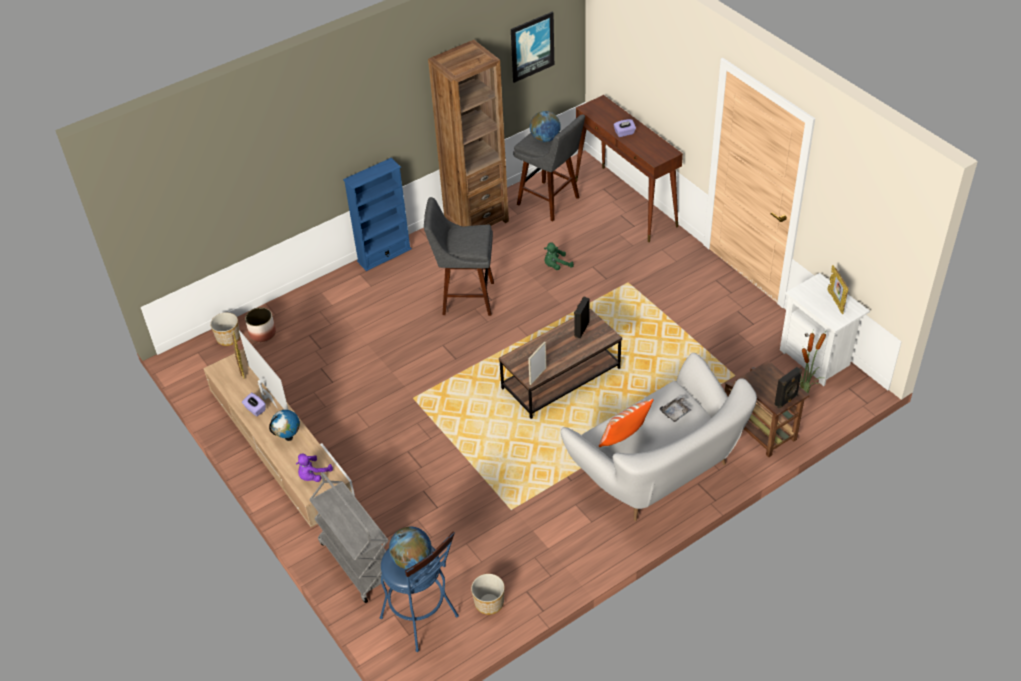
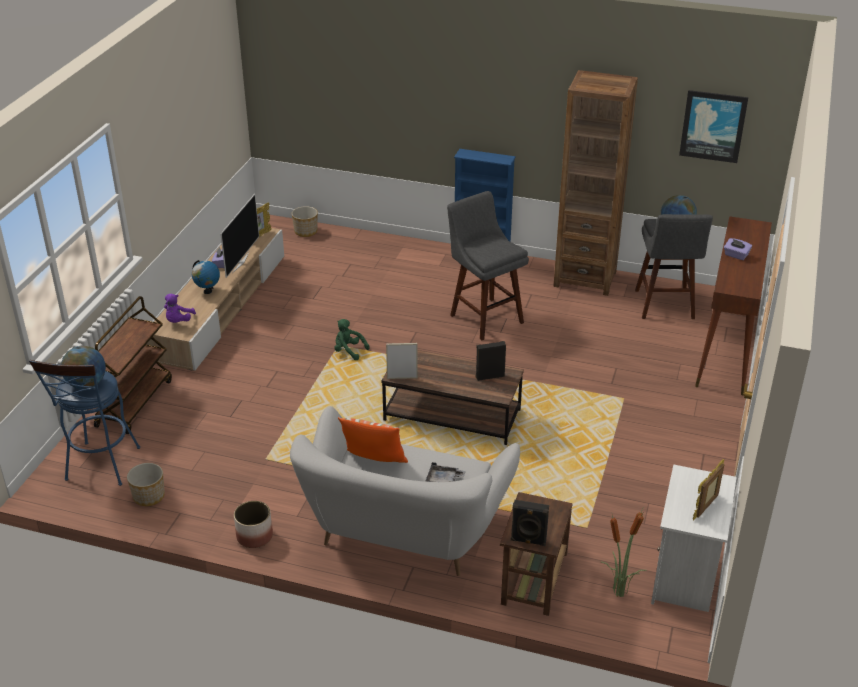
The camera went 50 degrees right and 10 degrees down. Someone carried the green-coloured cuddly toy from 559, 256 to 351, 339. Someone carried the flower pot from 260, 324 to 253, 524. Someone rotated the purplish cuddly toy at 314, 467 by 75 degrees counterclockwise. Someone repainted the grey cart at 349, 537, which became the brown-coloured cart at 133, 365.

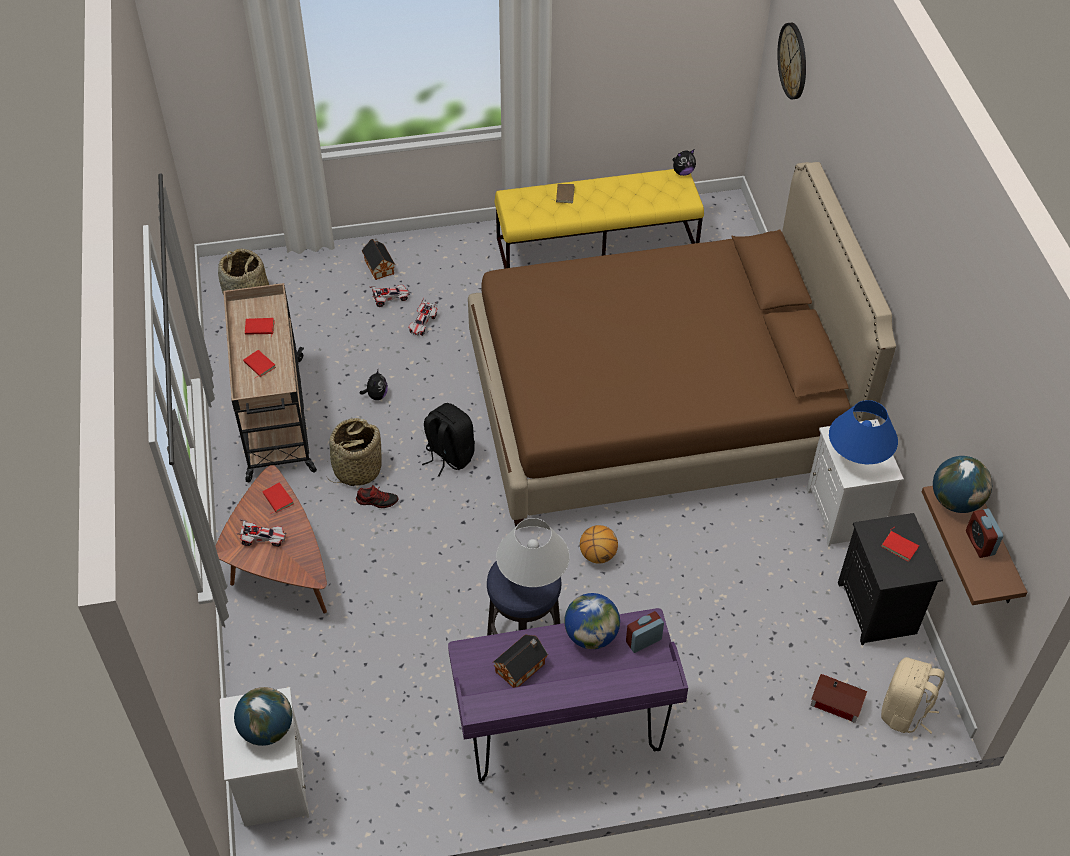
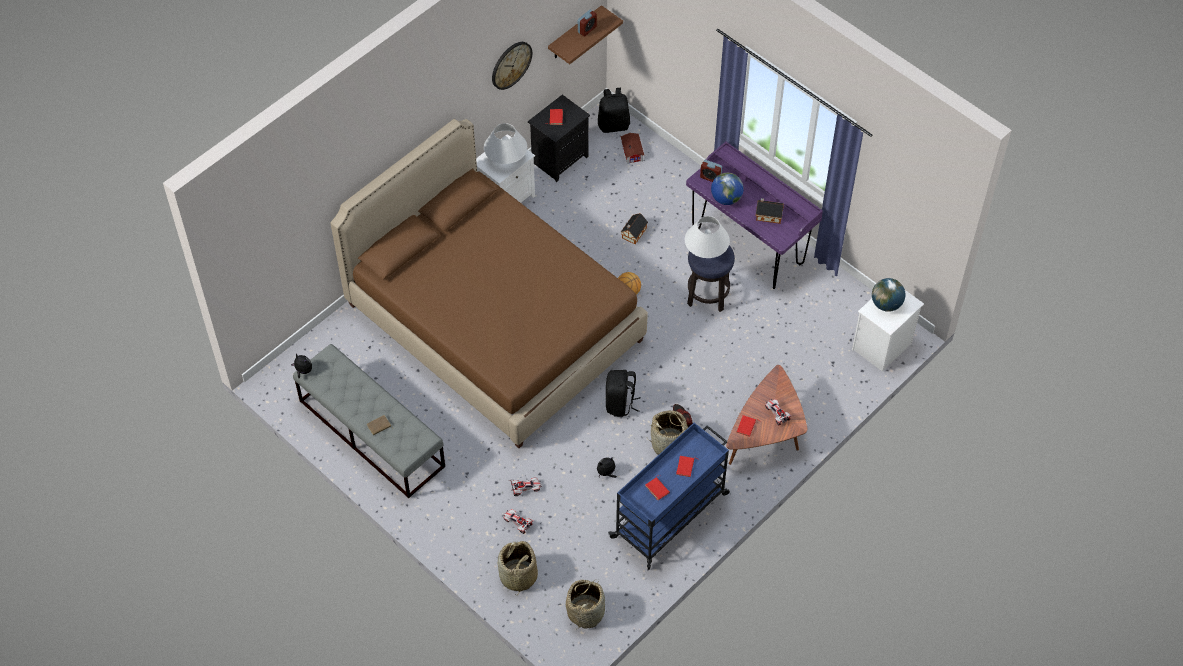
The camera went 125 degrees left and 5 degrees up. Someone carried the hanging clock from 791, 61 to 512, 66. Someone repainted the yellow-coloured indoor bench at 599, 219, which became the grey indoor bench at 369, 421. Someone carried the miniature house from 378, 259 to 634, 228. Someone repainted the sand-coloured cart at 270, 382, which became the blue-coloured cart at 669, 496. Someone repainted the blue-coloured table lamp at 863, 432, which became the whitish table lamp at 505, 143. Someone took away the world globe at 962, 484. Someone repainted the sand-coloured rucksack at 913, 695, which became the black rucksack at 614, 110. Someone put down the household basket at 517, 567.

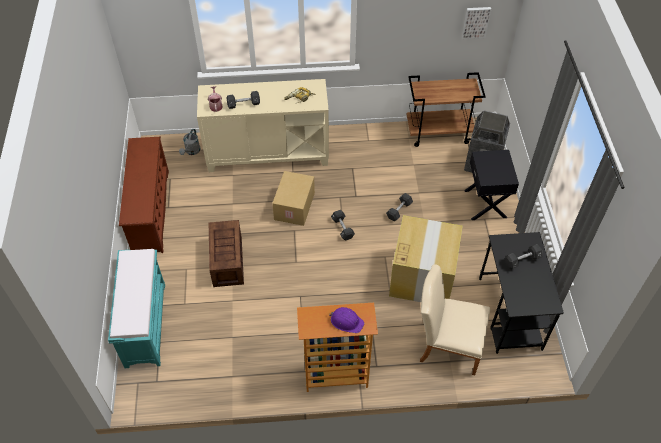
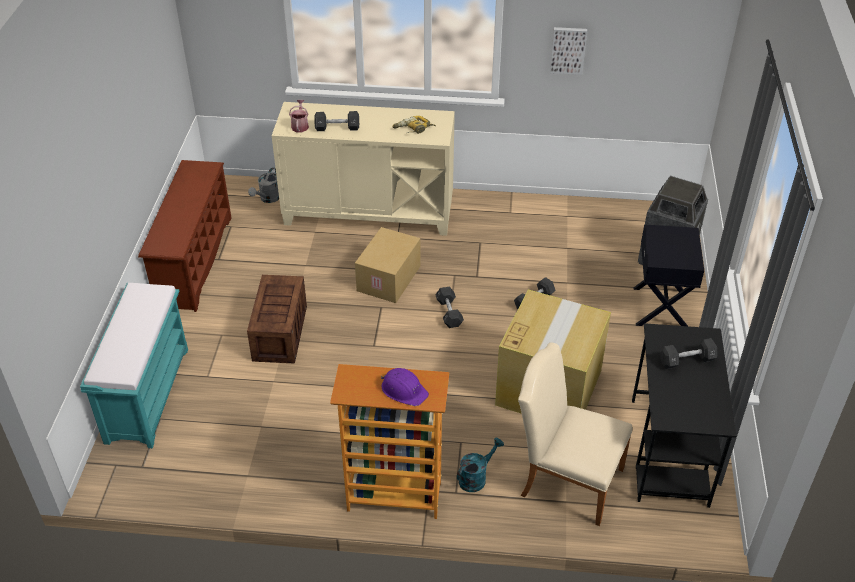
The camera went 10 degrees right and 10 degrees down. Someone carried the picture from 476, 23 to 568, 51. Someone took away the brown-coloured cart at 446, 109. Someone put down the turquoise-coloured watering pot at 480, 465.

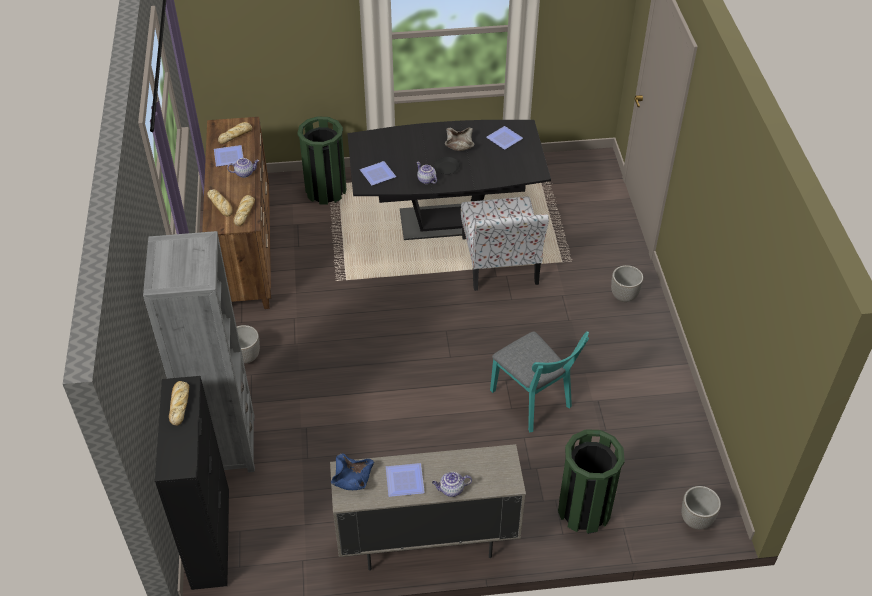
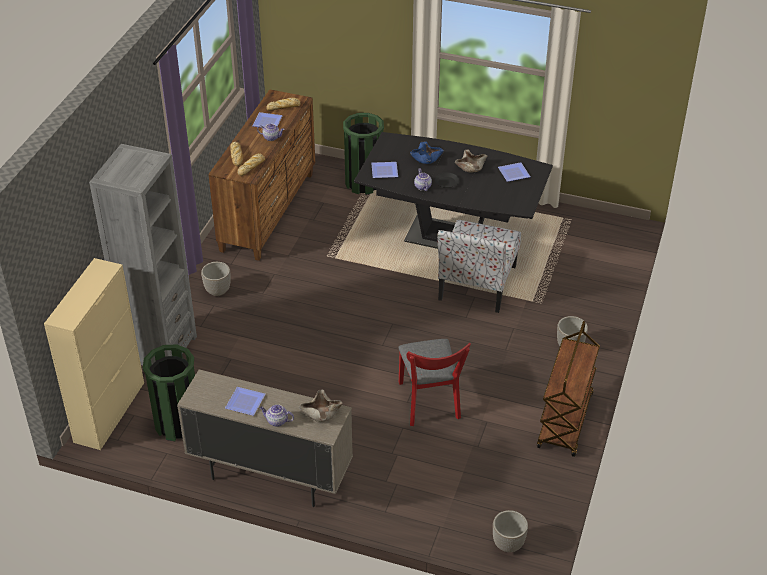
The camera went 25 degrees right and 5 degrees down. Someone repainted the turquoise-coloured plain chair at 539, 382, which became the red-coloured plain chair at 434, 382. Someone repainted the black cupboard at 192, 483, which became the sand-coloured cupboard at 94, 354. Someone took away the bread at 179, 403. Someone carried the green-coloured trash can from 591, 481 to 169, 393. Someone carried the blue-coloured deep dish from 352, 472 to 427, 153. Someone put down the brown-coloured cart at 568, 389. Someone put down the sand-coloured deep dish at 321, 406.

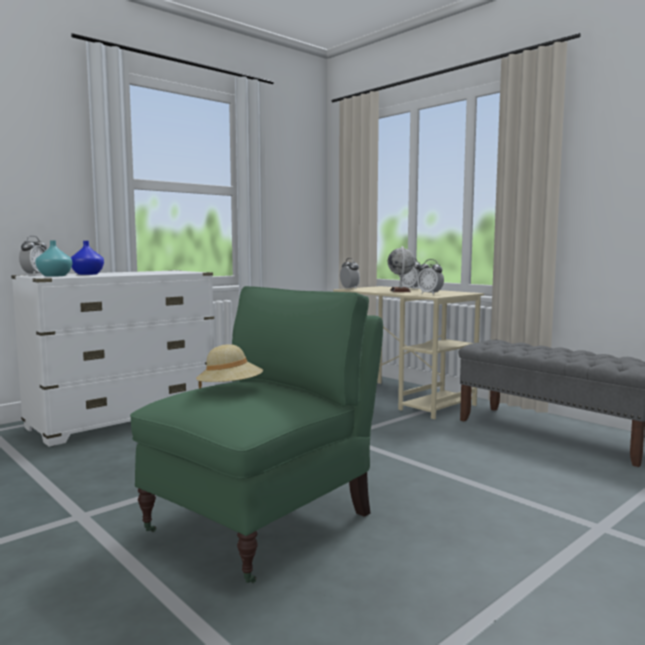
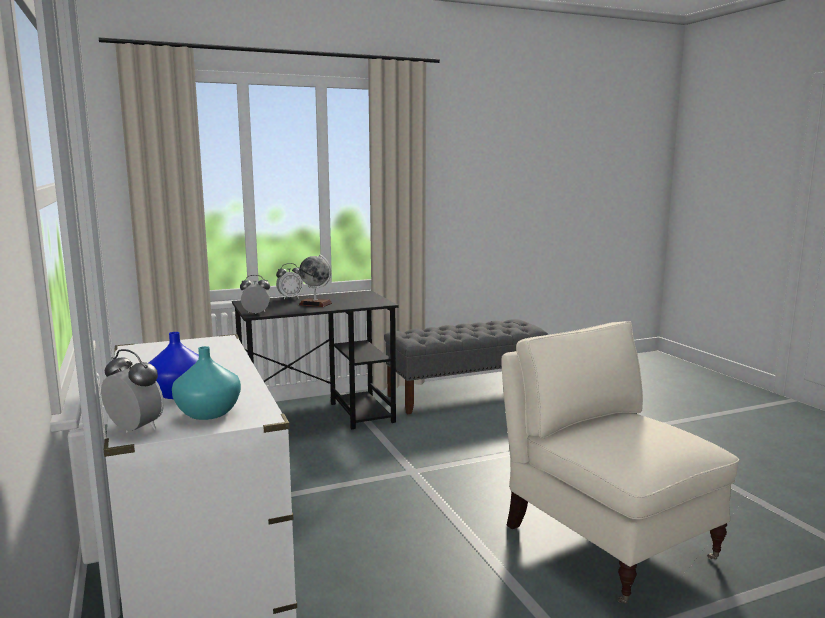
The camera went 70 degrees left and 5 degrees up. Someone took away the alarm clock at 430, 277. Someone repainted the green-coloured armchair at 256, 434, which became the sand-coloured armchair at 620, 462. Someone repainted the sand-coloured desk unit at 408, 352, which became the black desk unit at 315, 359. Someone took away the sand-coloured clothing hat at 229, 366.

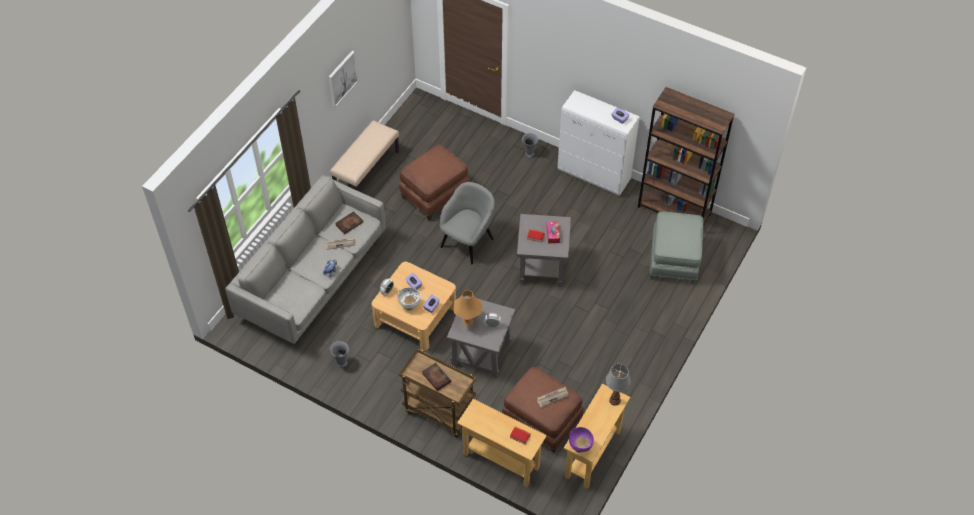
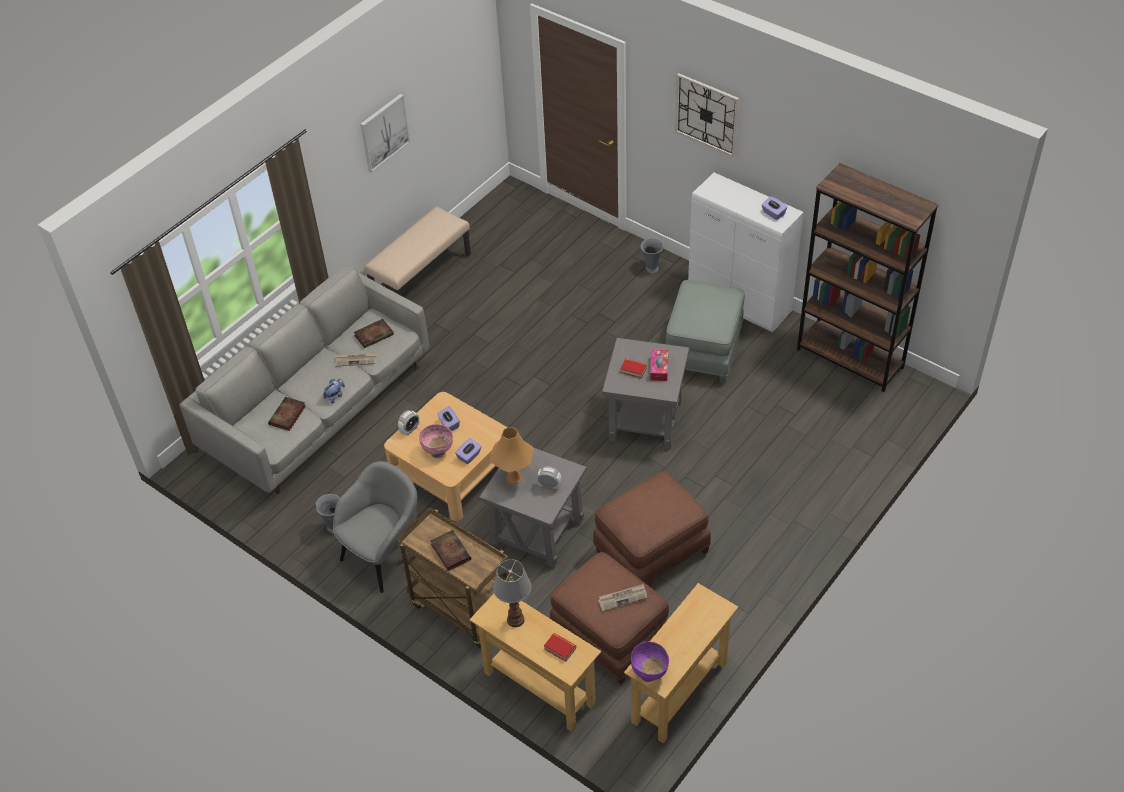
The camera went 10 degrees right and 5 degrees down. Someone carried the brown-coloured ottoman from 434, 182 to 652, 528. Someone carried the grey armchair from 467, 223 to 375, 527. Someone carried the grey ottoman from 676, 247 to 705, 332. Someone repainted the whitish deep dish at 409, 298, which became the pink-coloured deep dish at 436, 441. Someone carried the table lamp from 618, 385 to 512, 593. Someone put up the hanging clock at 707, 115. Someone put down the volume at 287, 414.

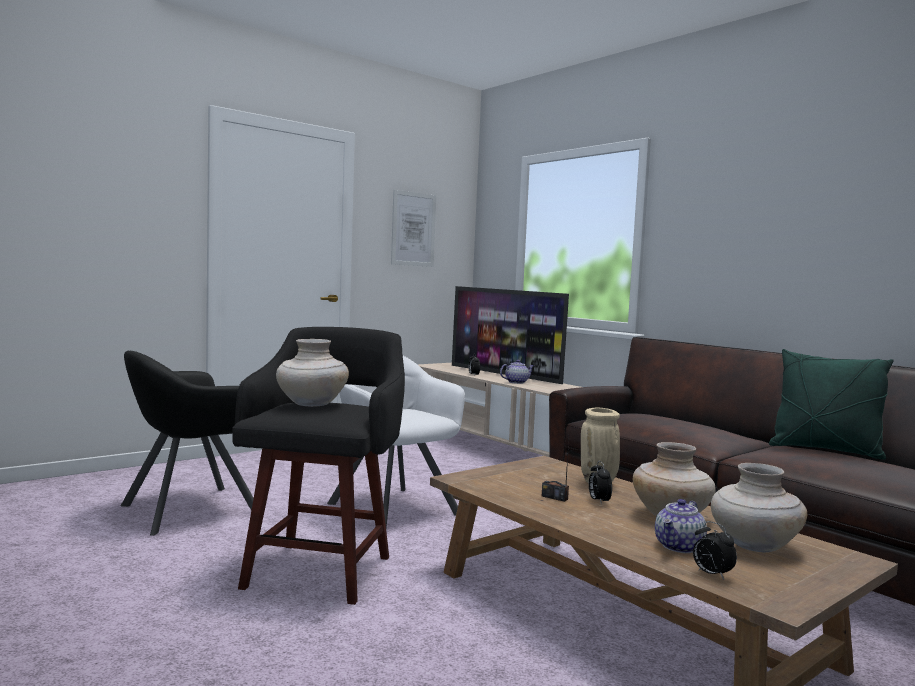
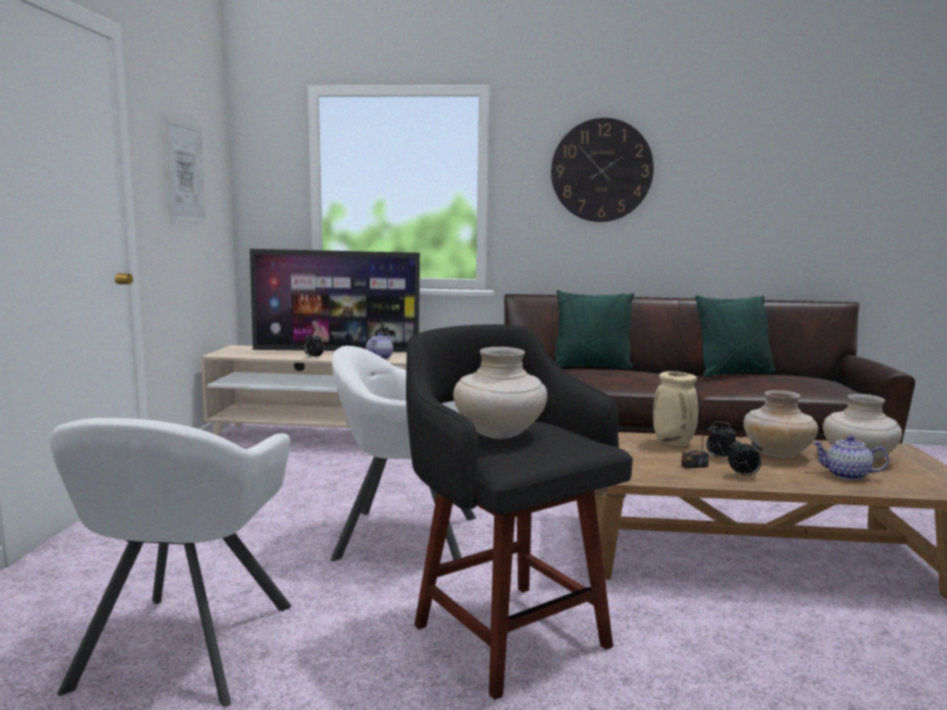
The camera went 45 degrees left and 5 degrees up. Someone repainted the black armchair at 187, 443, which became the whitish armchair at 171, 562. Someone rotated the pot for tea at 681, 526 by 120 degrees clockwise. Someone carried the alarm clock from 715, 550 to 745, 457. Someone put up the hanging clock at 602, 170. Someone put down the green-coloured pillow at 594, 329.

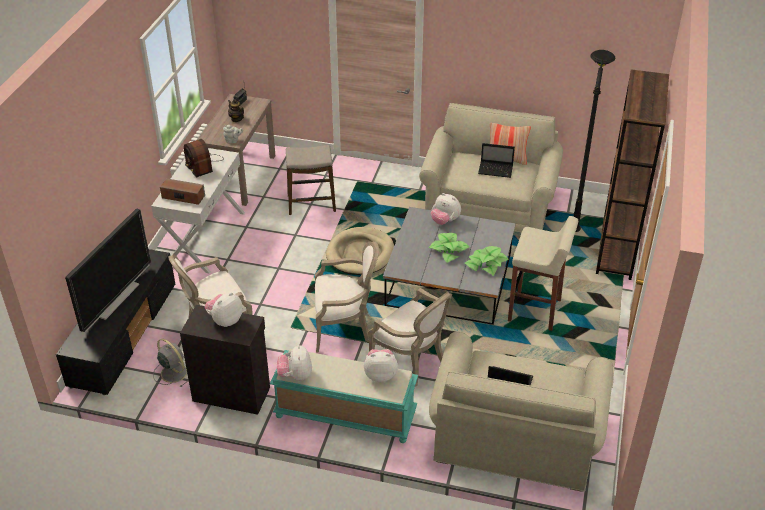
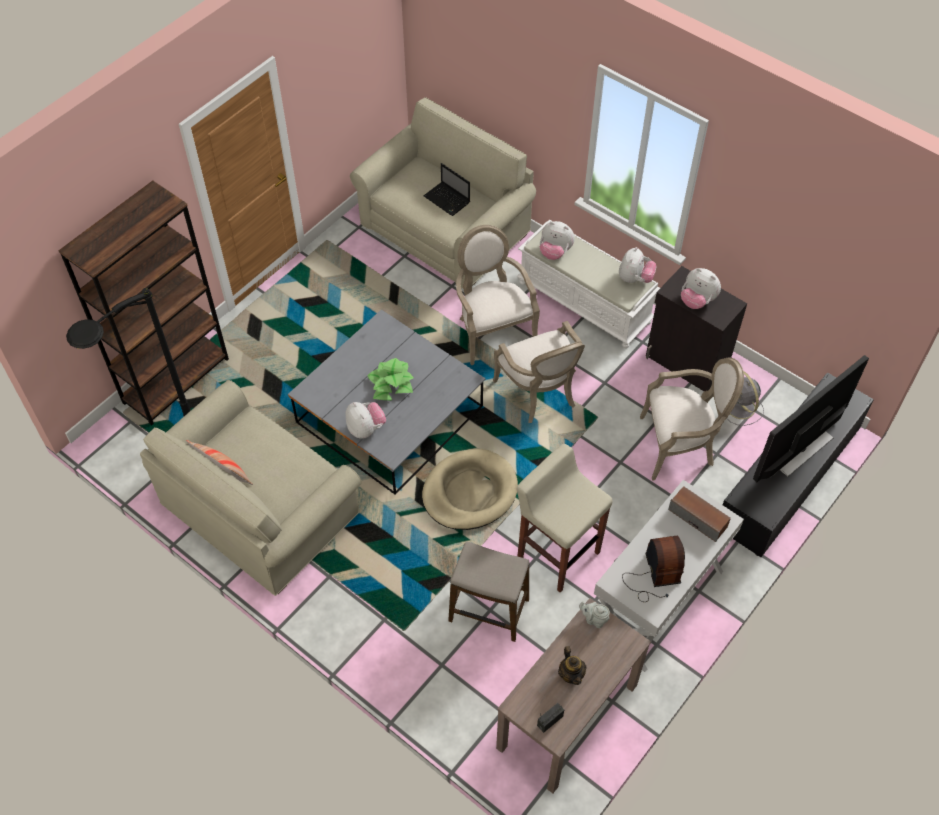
The camera went 155 degrees left and 15 degrees up. Someone took away the laptop at 496, 160. Someone carried the sand-coloured stool from 543, 273 to 564, 518. Someone rotated the armchair at 347, 297 by 135 degrees counterclockwise. Someone took away the potted plant at 486, 261. Someone rotated the cuddly toy at 224, 309 by 60 degrees clockwise. Someone repainted the turquoise-coloured indoor bench at 344, 396, which became the whitish indoor bench at 588, 284.

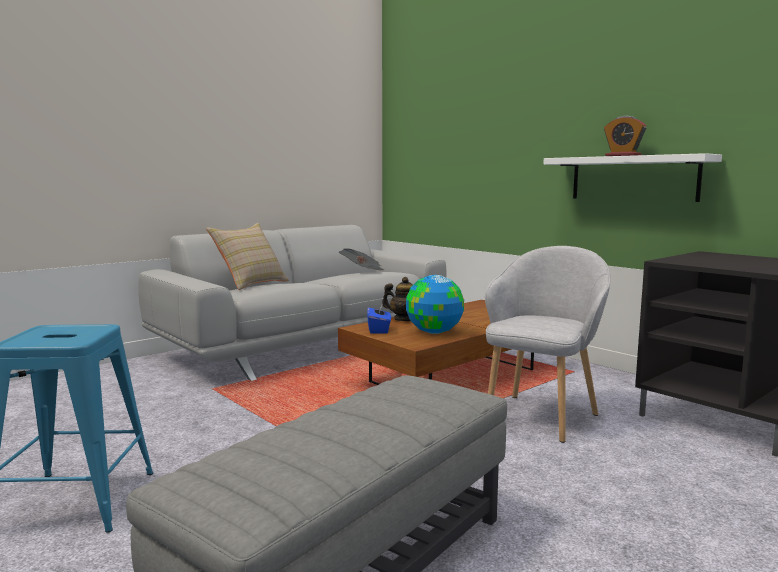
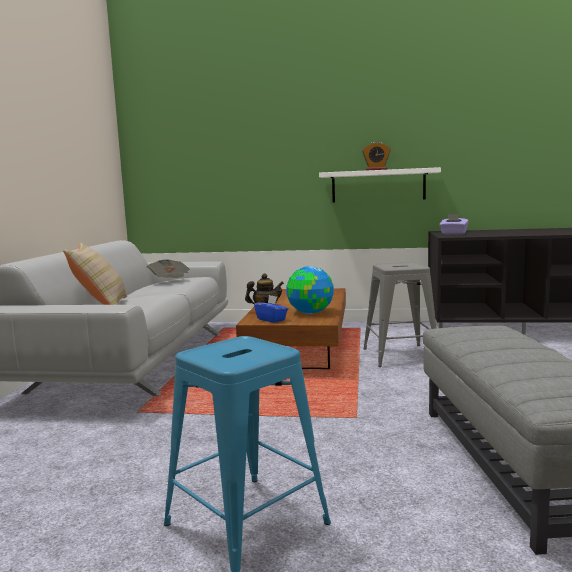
The camera went 40 degrees left and 0 degrees up. Someone swapped the grey armchair at 547, 344 for the grey stool at 400, 314. Someone put down the purplish tissue holder at 454, 224.

